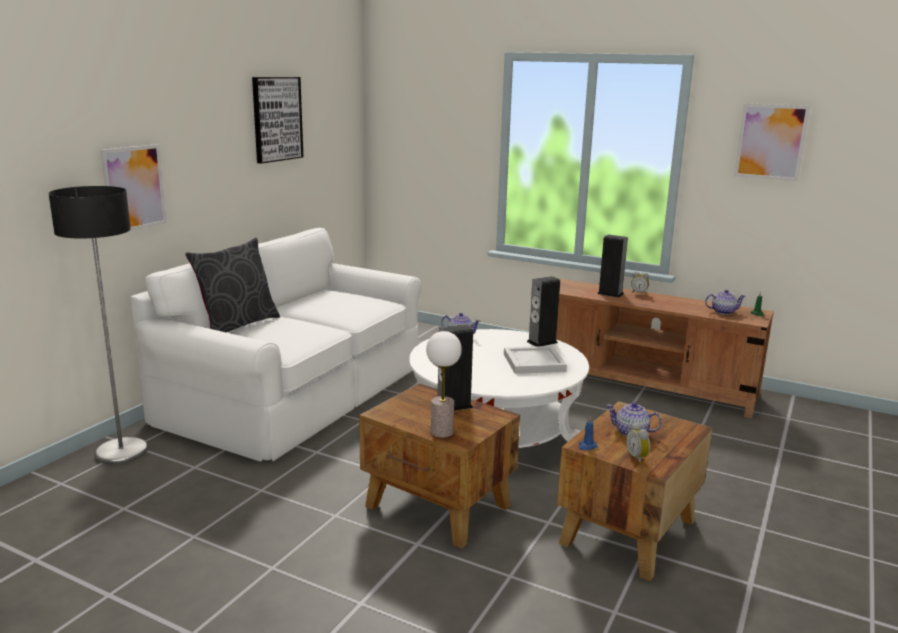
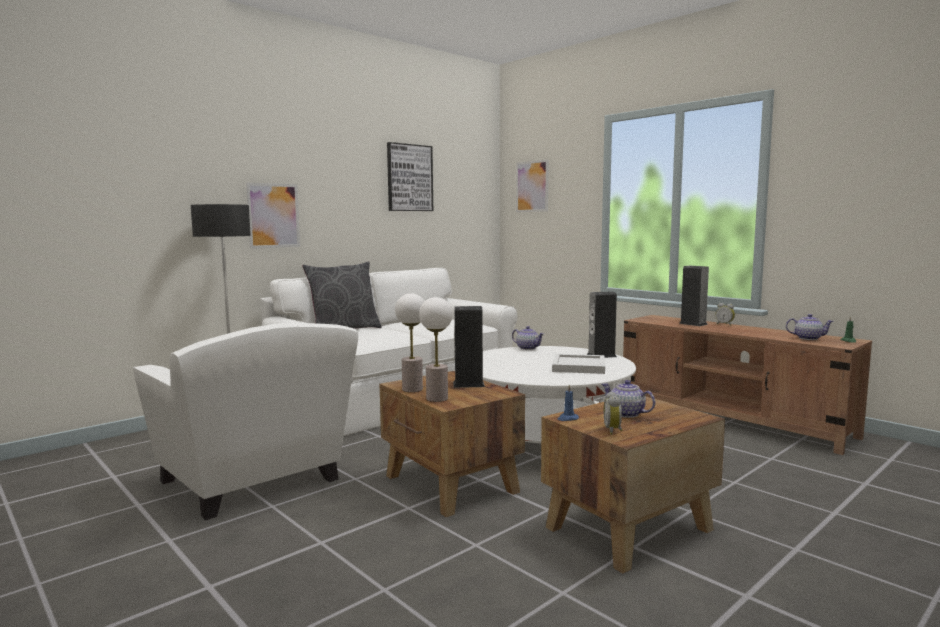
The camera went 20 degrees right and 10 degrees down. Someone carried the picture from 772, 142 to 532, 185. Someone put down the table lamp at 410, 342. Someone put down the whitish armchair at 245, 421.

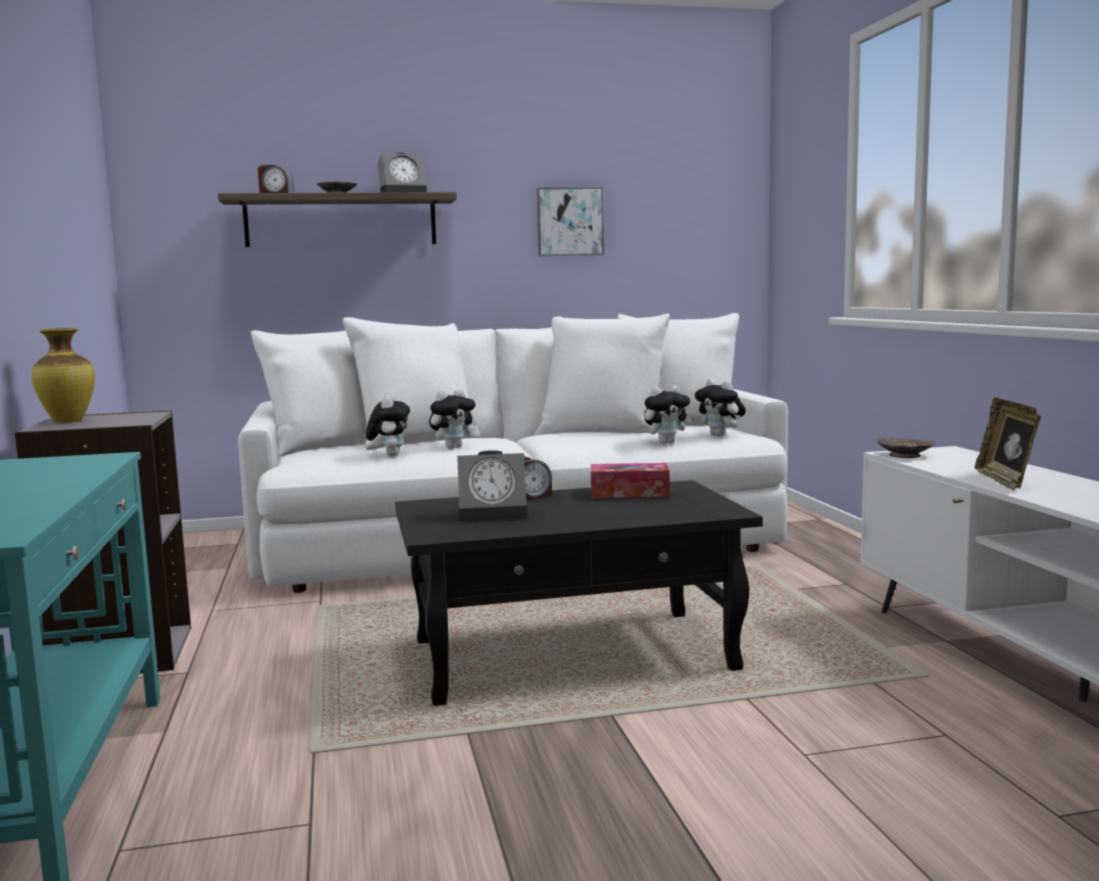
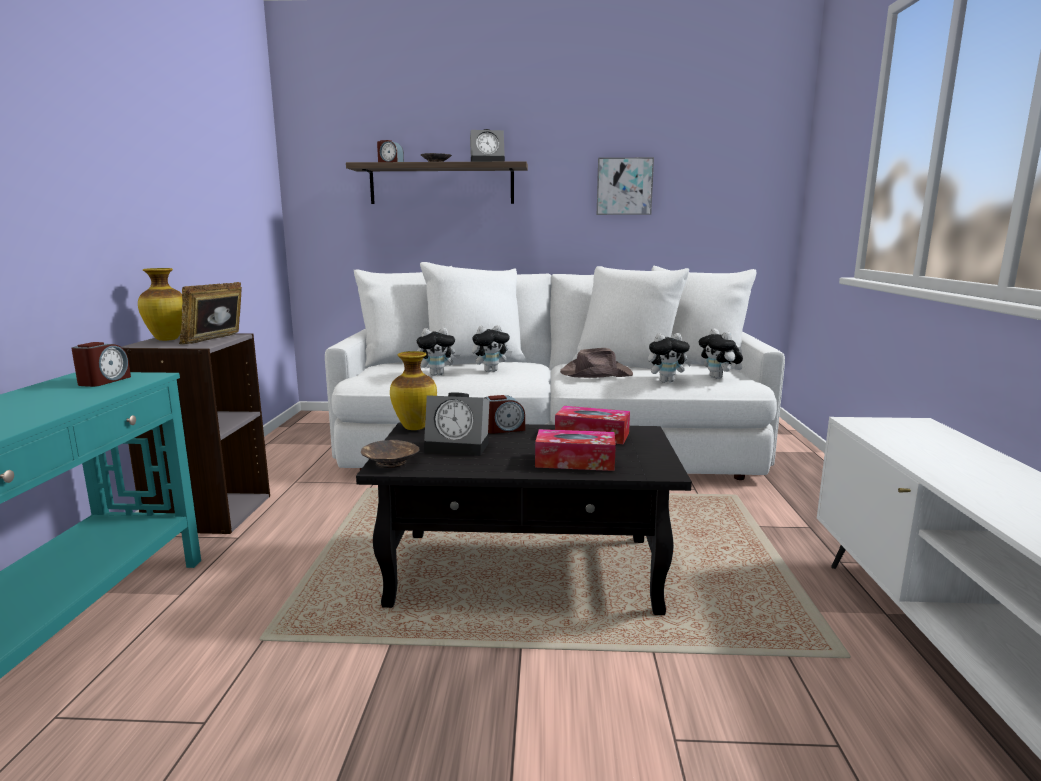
The camera went 15 degrees right and 5 degrees up. Someone rotated the cuddly toy at 388, 425 by 60 degrees clockwise. Someone carried the photo frame from 1007, 444 to 210, 313. Someone carried the brown-coloured deep dish from 905, 448 to 390, 454. Someone put down the alarm clock at 101, 364. Someone put down the brown-coloured clothing hat at 596, 363. Someone put down the vase at 413, 390. Someone put down the tissue holder at 575, 450.

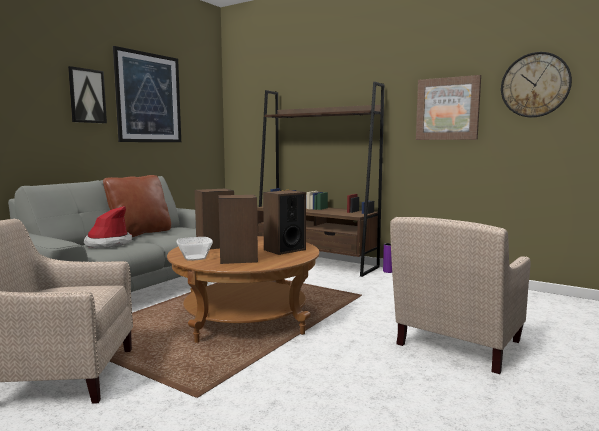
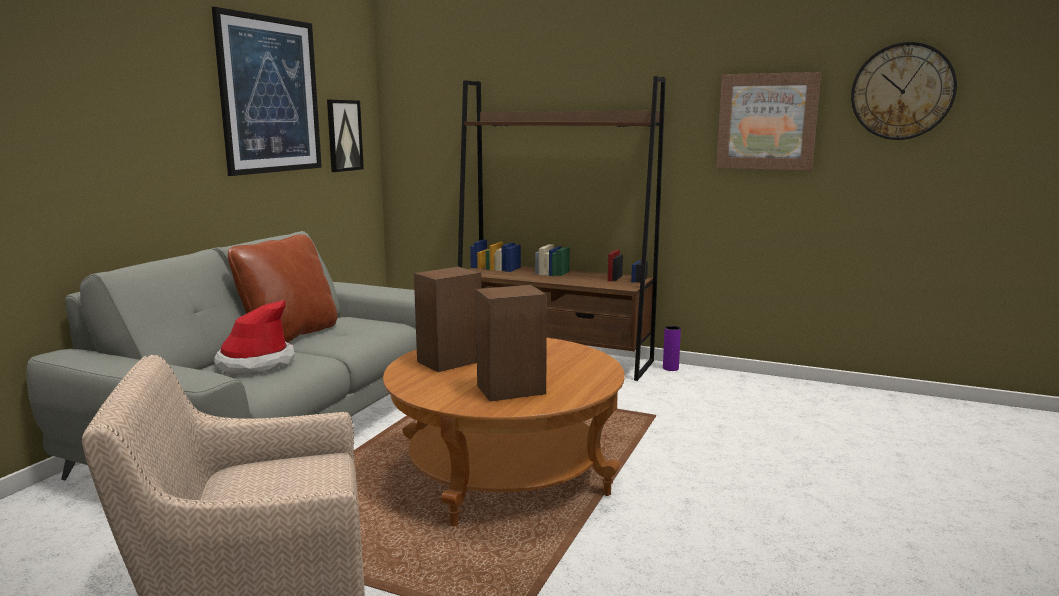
The camera went 10 degrees left and 5 degrees up. Someone carried the picture from 87, 94 to 345, 136. Someone took away the speaker at 284, 222. Someone took away the sand-coloured armchair at 460, 295. Someone took away the deep dish at 195, 249.

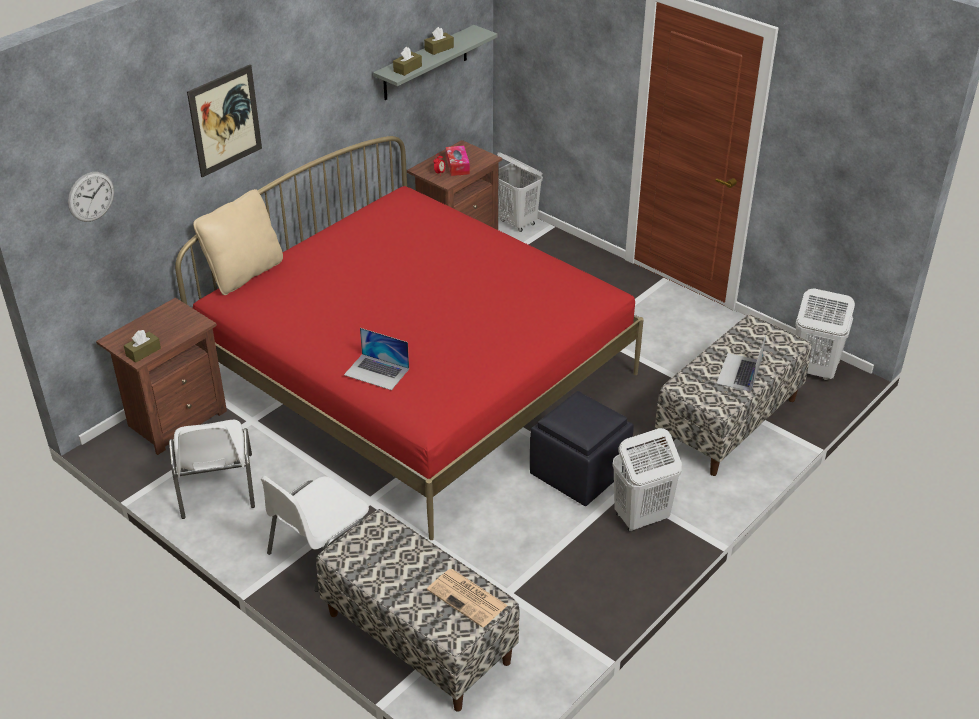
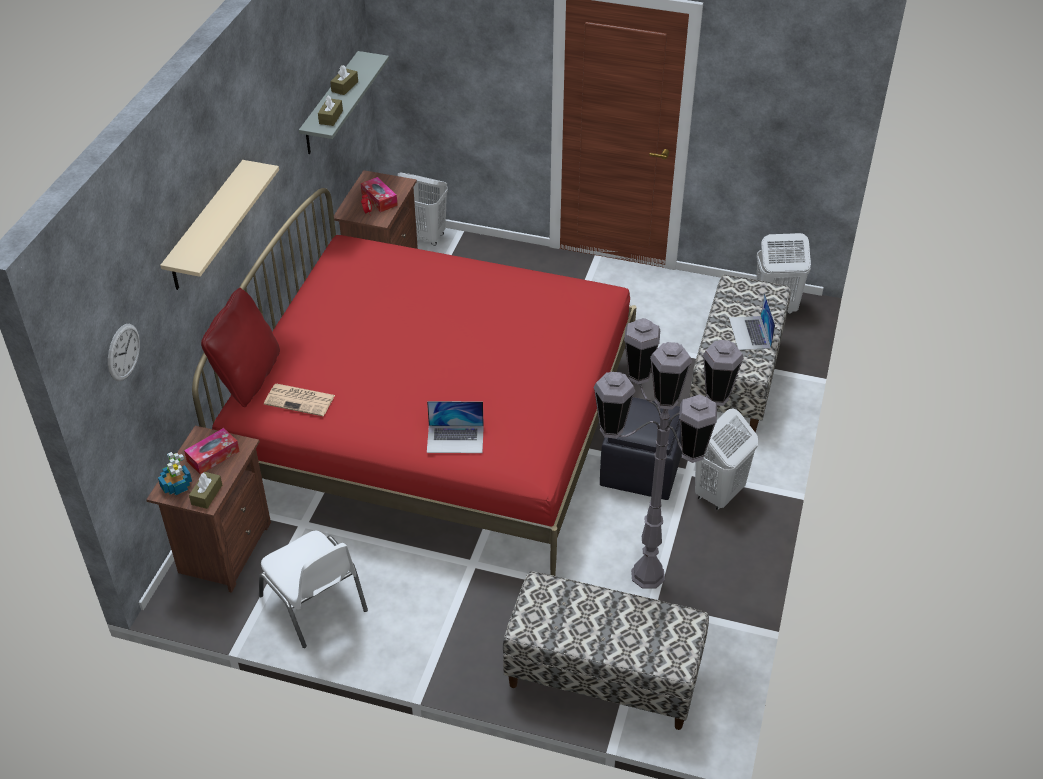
The camera went 25 degrees left and 5 degrees up. Someone swapped the picture at 224, 120 for the sand-coloured shelf at 219, 225. Someone repainted the sand-coloured pillow at 238, 242, which became the red-coloured pillow at 240, 347. Someone took away the whitish plain chair at 315, 534. Someone carried the printed paper from 467, 598 to 299, 400. Someone put down the grey floor lamp at 668, 453. Someone put down the tissue holder at 212, 451. Someone put down the potted plant at 175, 473.

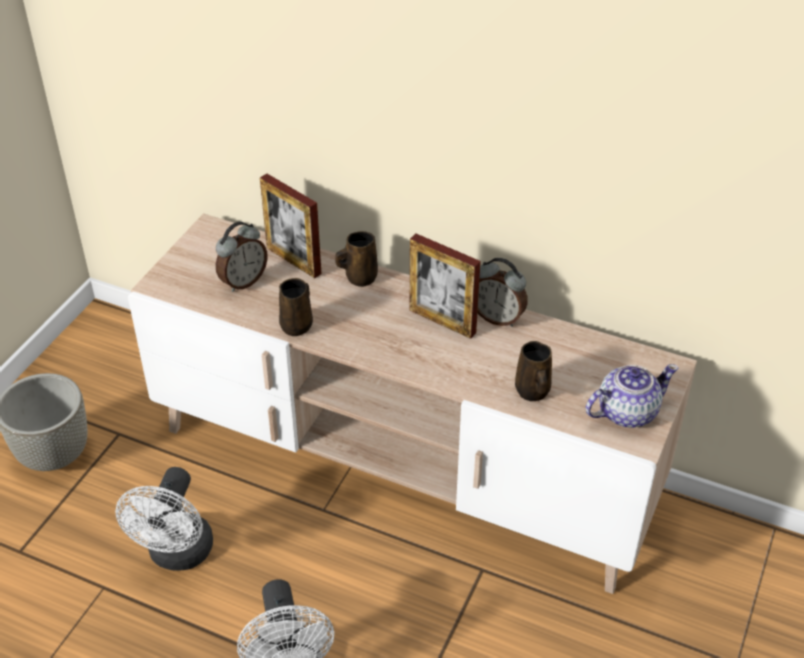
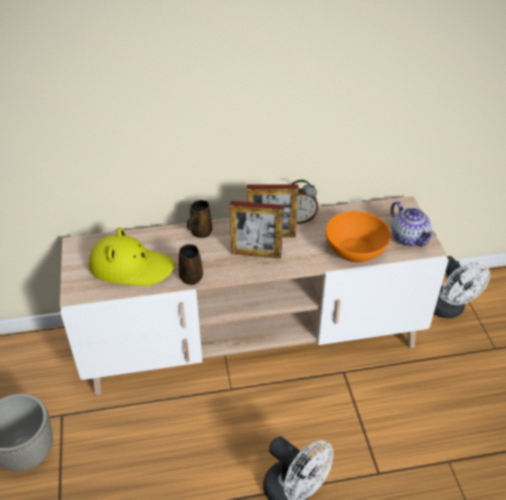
The camera went 35 degrees left and 0 degrees up. Someone carried the photo frame from 291, 226 to 256, 230. Someone swapped the alarm clock at 242, 257 for the yellow-coloured clothing hat at 132, 256. Someone swapped the brown-coloured coffee mug at 533, 371 for the orangey deep dish at 358, 236. Someone rotated the pot for tea at 631, 396 by 120 degrees clockwise. Someone carried the whitish fan from 164, 519 to 462, 287.

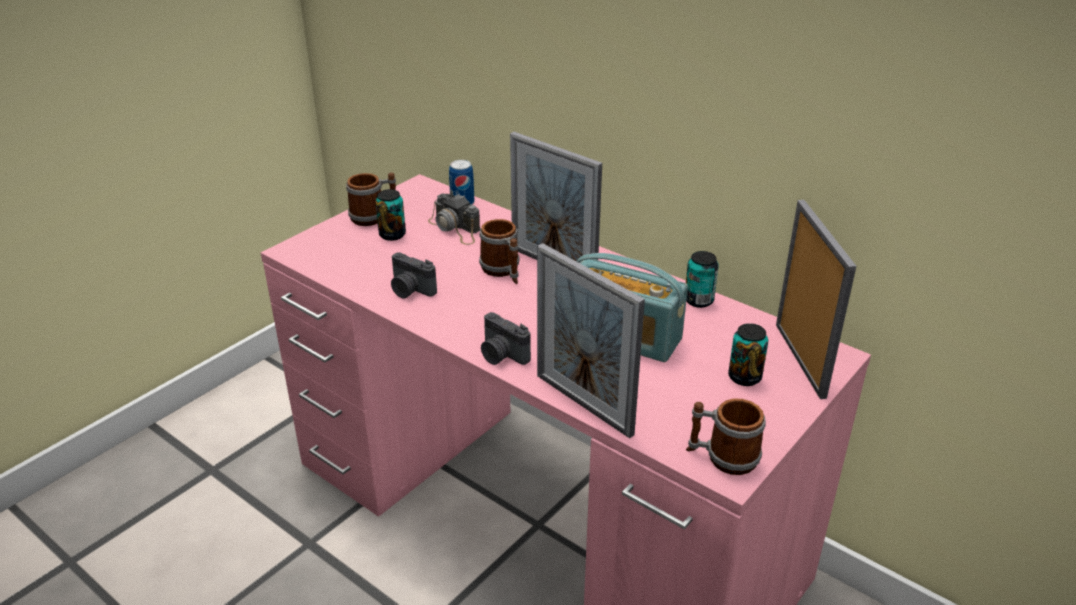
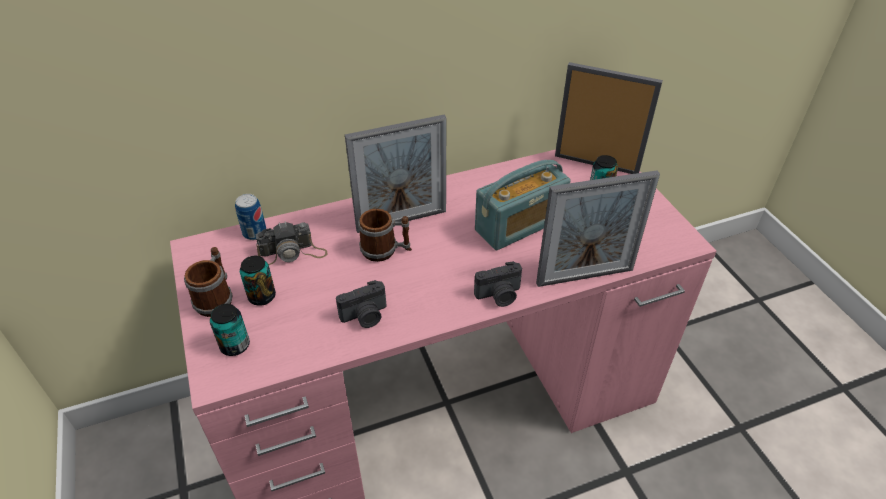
The camera went 60 degrees left and 10 degrees up. Someone carried the metal can from 702, 279 to 230, 330. Someone took away the coffee mug at 726, 436.

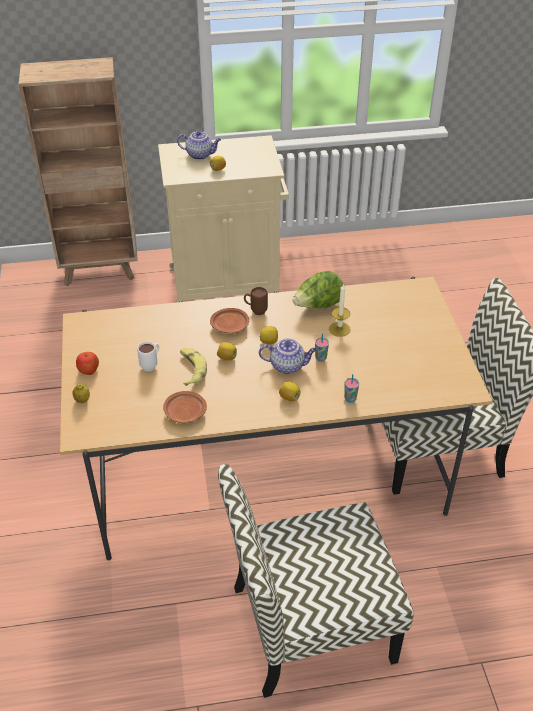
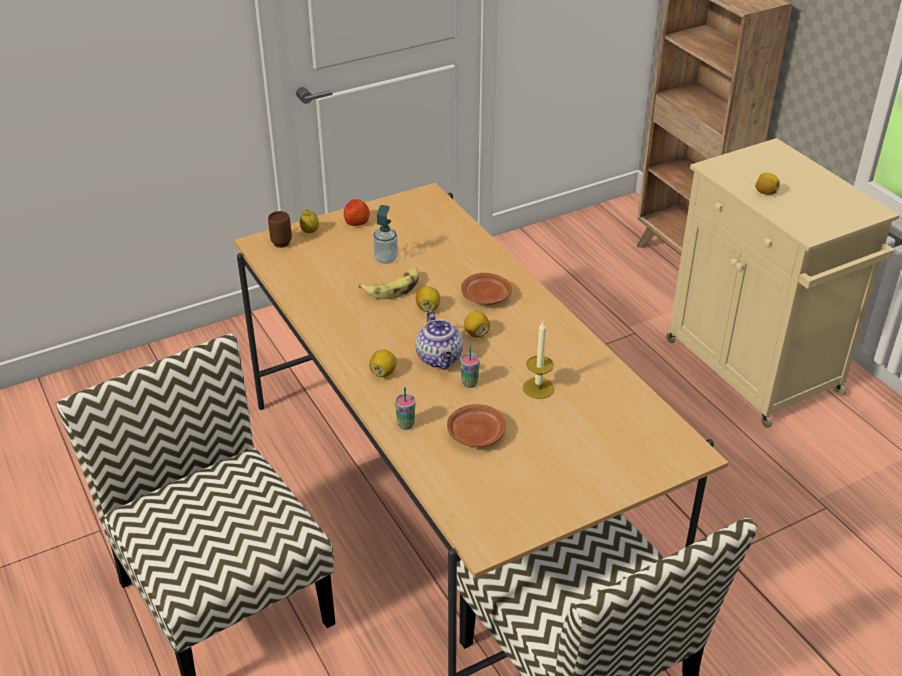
The camera went 70 degrees right and 5 degrees down. Someone took away the pot for tea at 199, 145. Someone took away the lettuce head at 318, 290. Someone carried the brown-coloured coffee mug from 256, 301 to 280, 229. Someone swapped the whitish coffee mug at 148, 356 for the liquid soap bottle at 385, 234. Someone carried the brown-coloured dinner plate from 185, 407 to 476, 425.

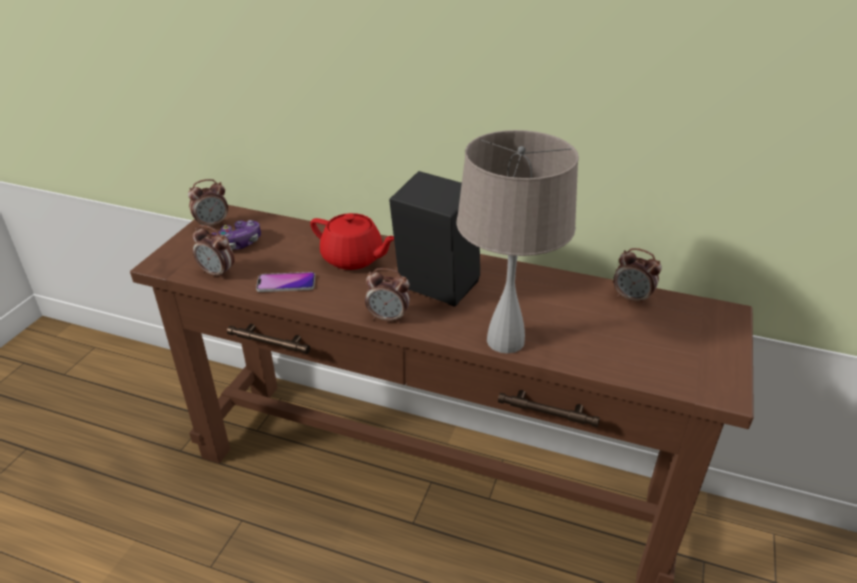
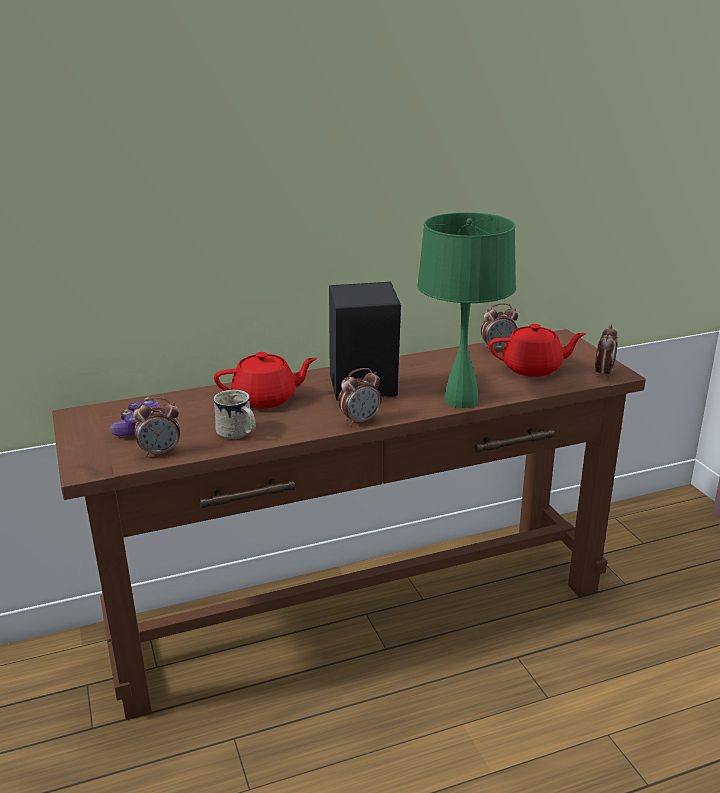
The camera went 40 degrees left and 10 degrees down. Someone repainted the sand-coloured table lamp at 517, 242, which became the green-coloured table lamp at 466, 310. Someone carried the alarm clock from 208, 204 to 606, 351. Someone swapped the phone at 285, 282 for the whitish coffee mug at 234, 414. Someone put down the red-coloured pot for tea at 537, 350.

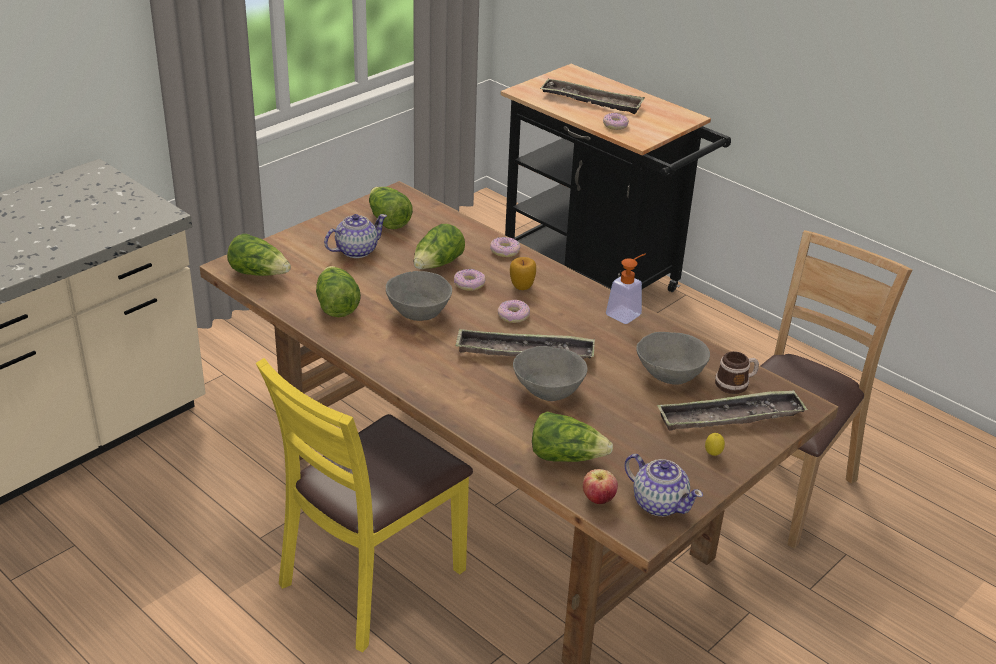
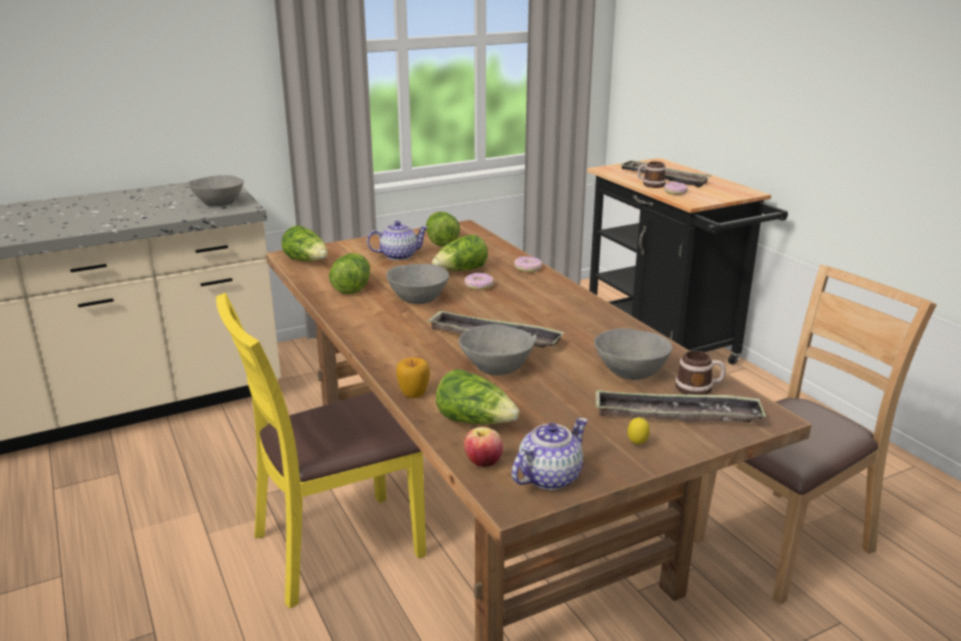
The camera went 20 degrees right and 10 degrees down. Someone took away the liquid soap bottle at 626, 289. Someone carried the apple fruit from 523, 273 to 413, 377. Someone took away the ring doughnut at 514, 311. Someone rotated the pot for tea at 663, 485 by 105 degrees counterclockwise. Someone put down the coffee mug at 652, 174. Someone put down the grey deep dish at 216, 191.

